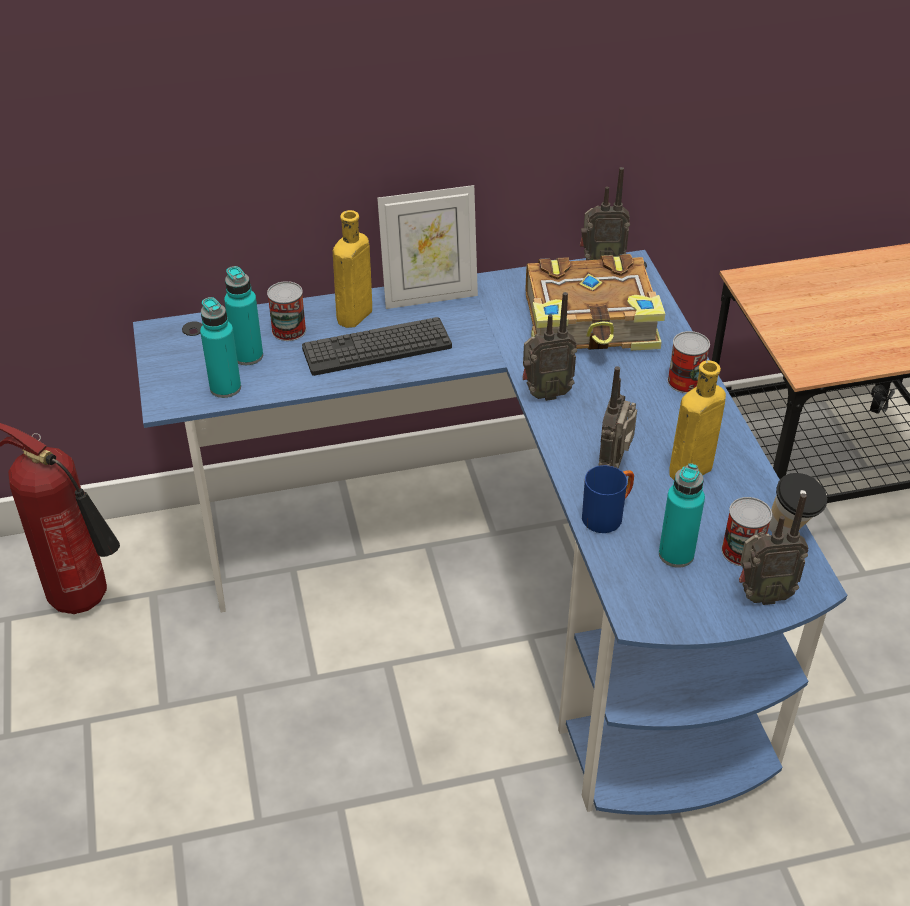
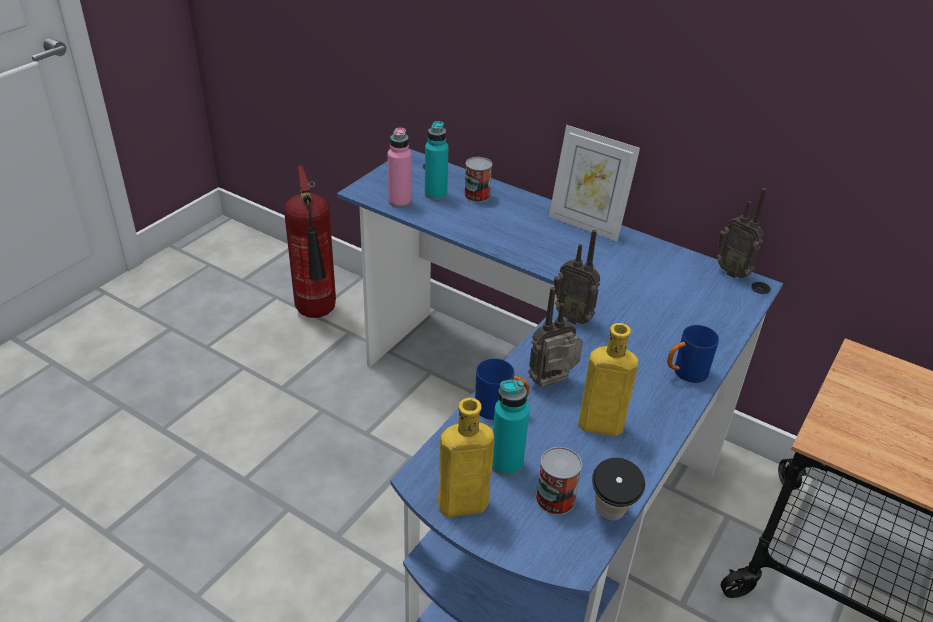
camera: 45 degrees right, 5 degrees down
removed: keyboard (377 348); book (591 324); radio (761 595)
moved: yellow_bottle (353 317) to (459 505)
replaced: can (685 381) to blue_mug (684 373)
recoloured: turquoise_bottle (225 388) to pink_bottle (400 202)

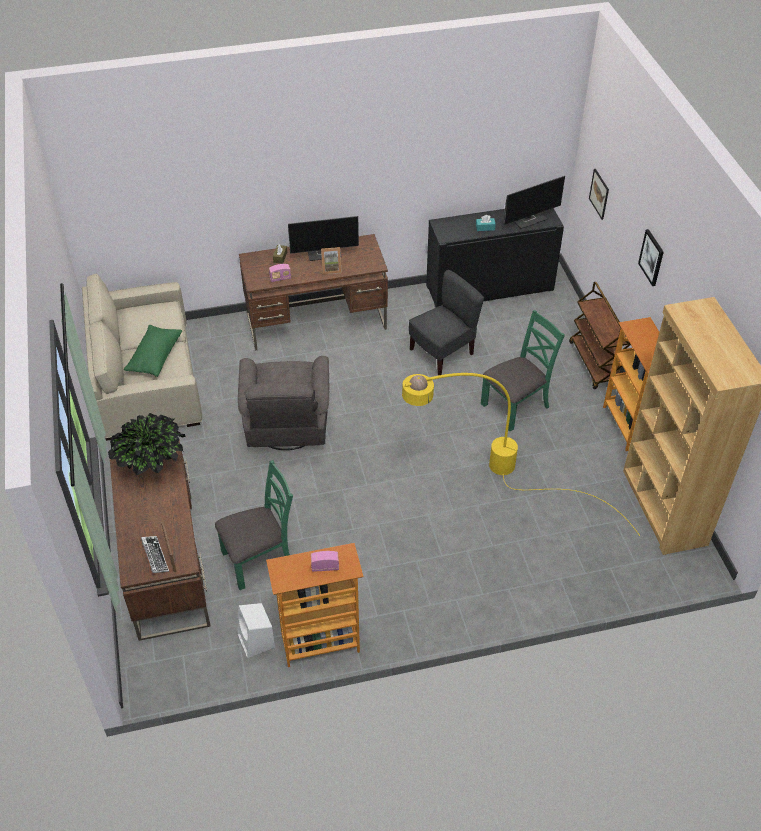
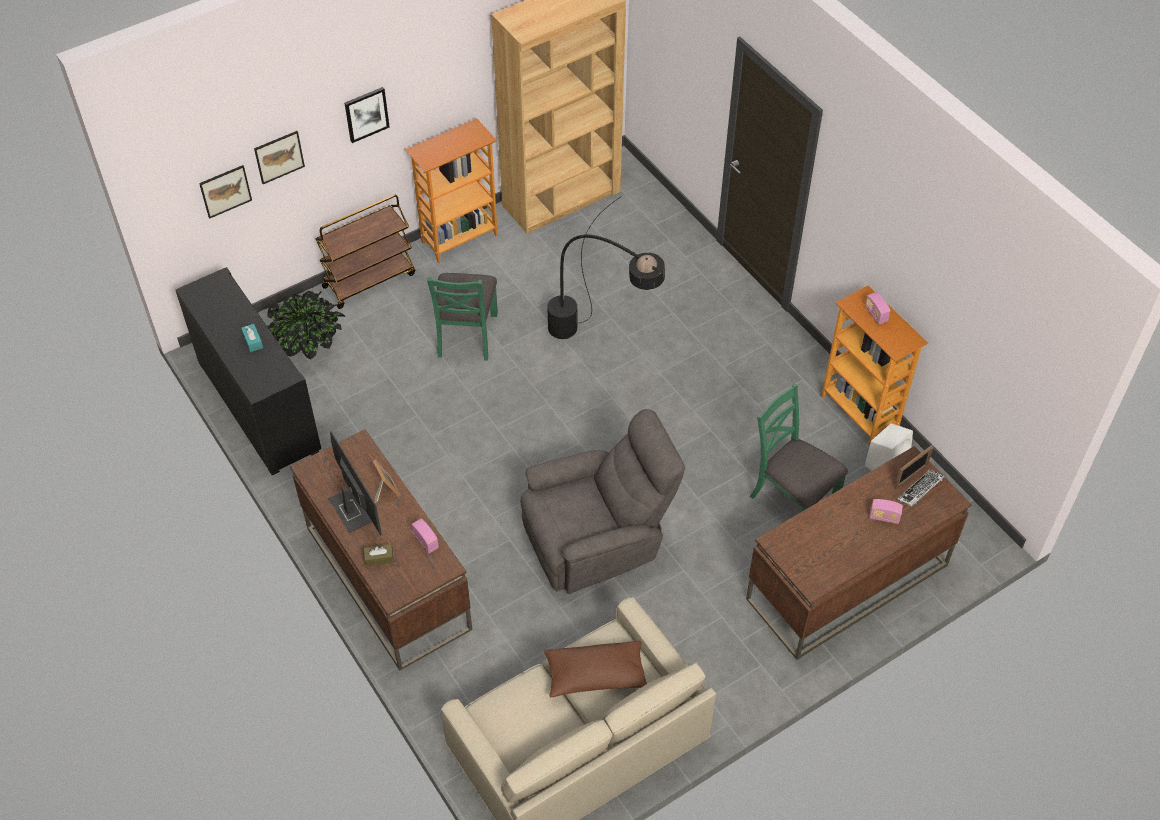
camera: 110 degrees left, 5 degrees up
removed: grey_chair (442 353); monitor (529 219)
added: picture (279 157); radio (884 517)
moved: potted_plant (152 468) to (310 348)
recoloured: green_pillow (155 357) to brown_pillow (595 675); yellow_floor_lamp (481 486) to black_floor_lamp (599 338)
turned: green_chair (516 405) = (466 335) 120 degrees counterclockwise

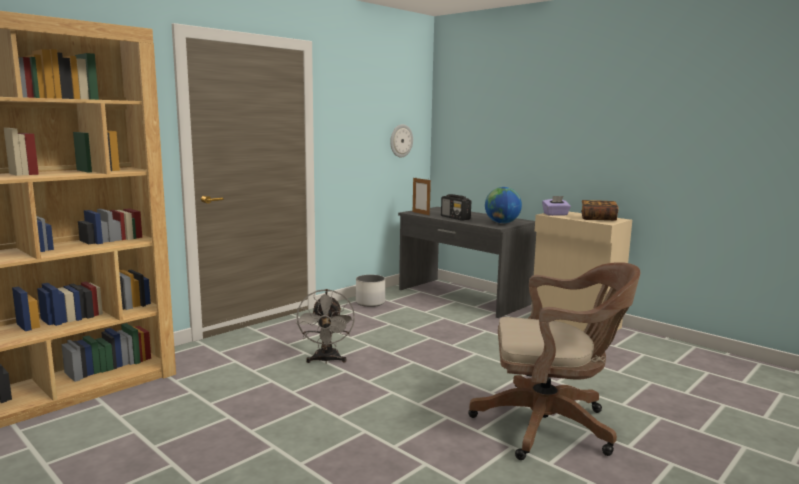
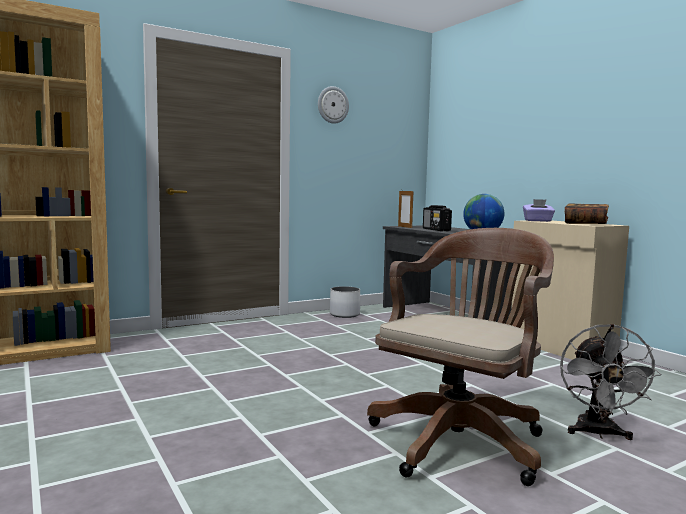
camera: 15 degrees right, 5 degrees down
moved: grey_fan (326 360) to (598 434); wall_clock (401 140) to (332 105)
turned: brown_office_chair (551 426) = (461 439) 75 degrees counterclockwise

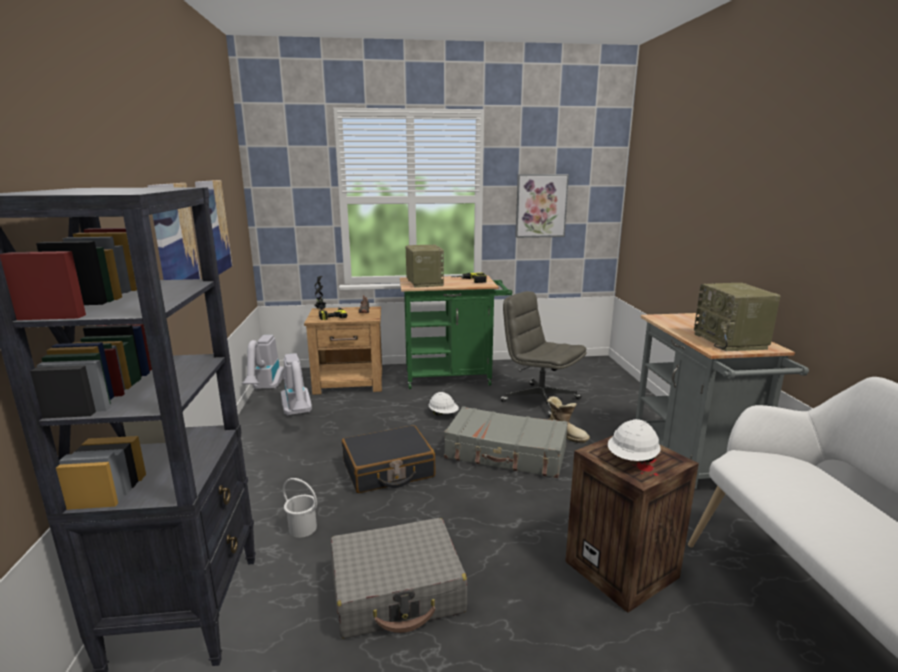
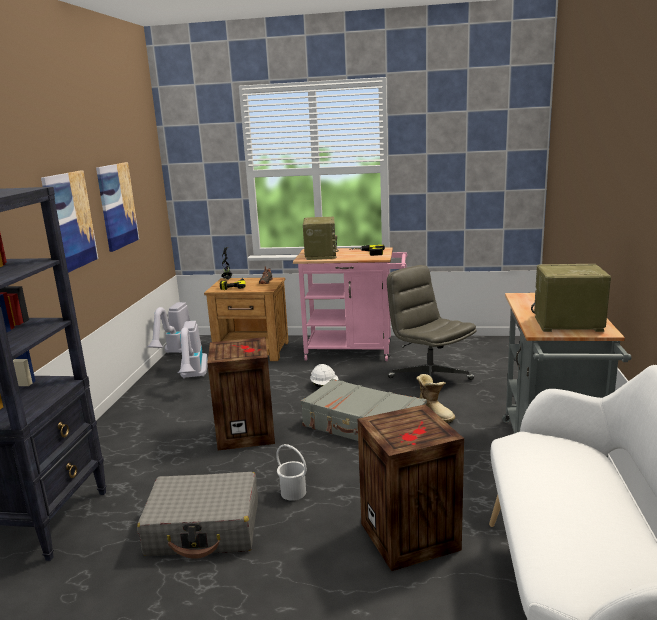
camera: 15 degrees right, 0 degrees up
removed: picture (541 206); white_hard_hat (632 460)
moved: white_bucket (302 529) to (293 493)
replaced: black_suitcase (388 470) to crate (247 432)
recoloured: green_cart (453 377) to pink_cart (355 351)
turned: radio (731 342) = (566 324) 90 degrees clockwise

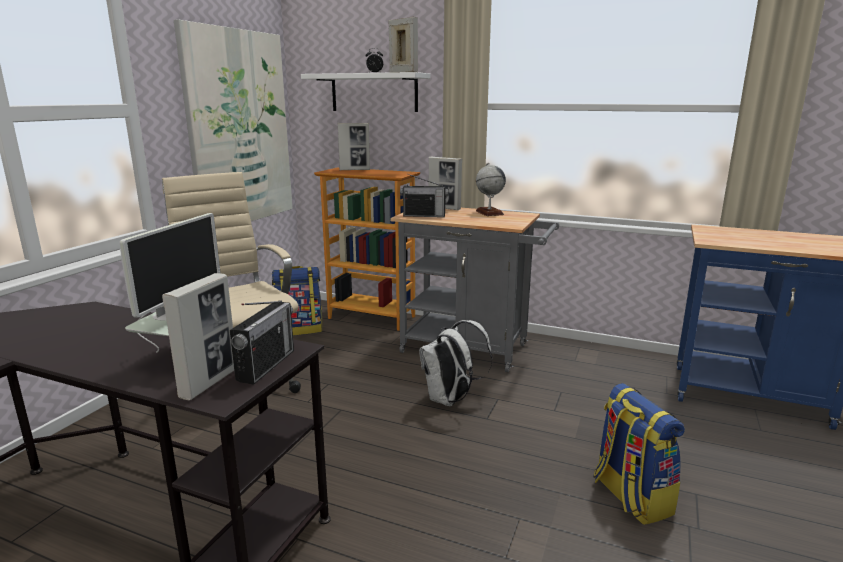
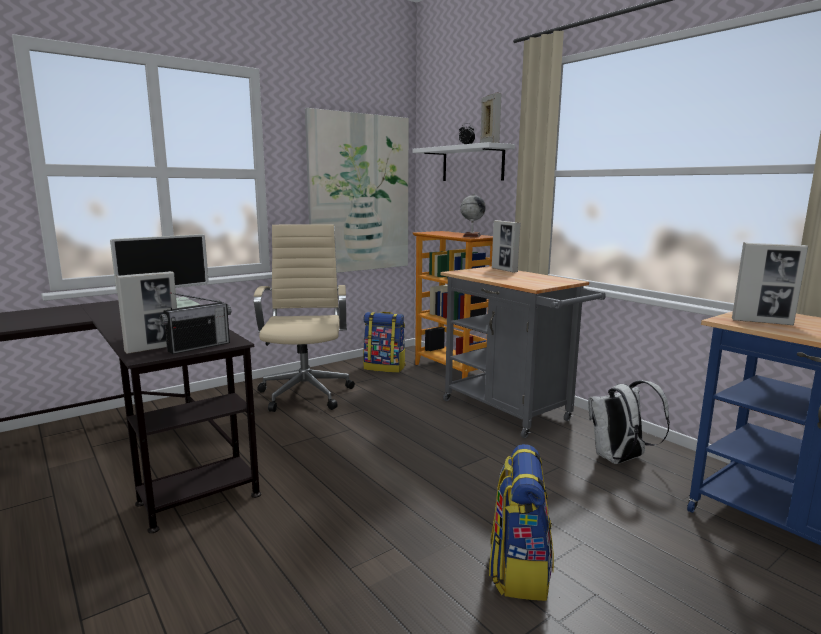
camera: 30 degrees right, 5 degrees down
removed: radio (424 215)
moved: picture_frame (354 170) to (762 322); white_backpack (451 400) to (620 459); globe (489 213) to (472 236)

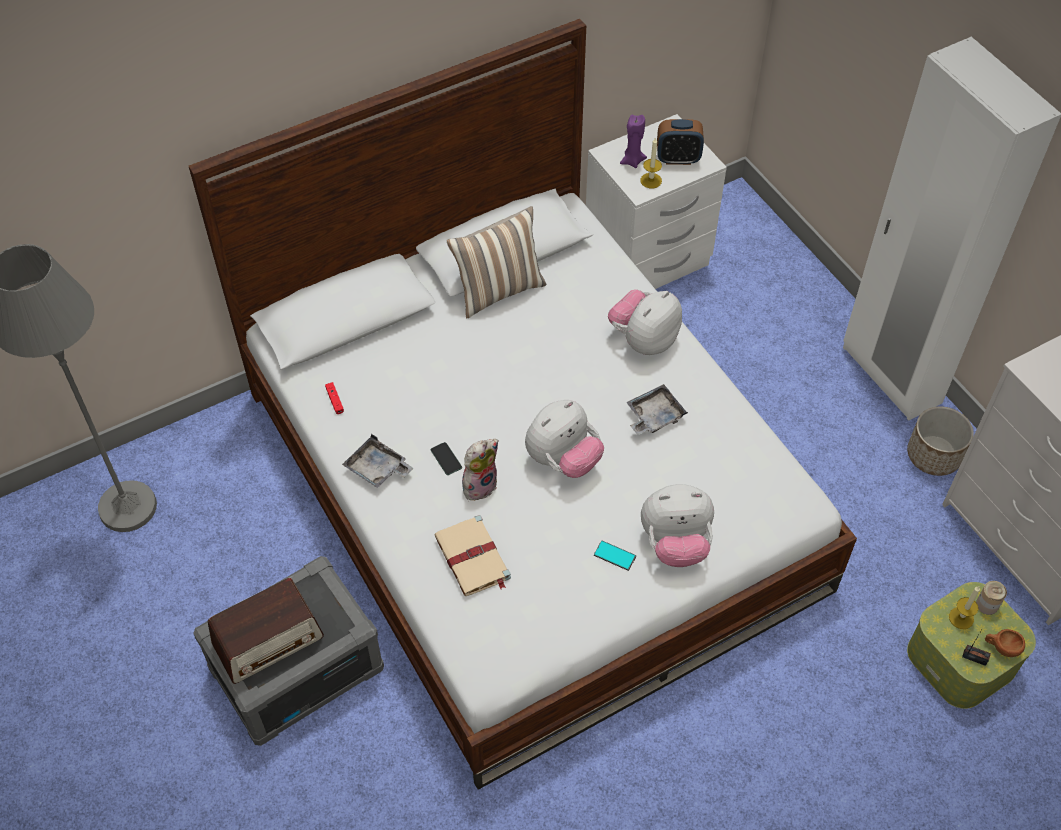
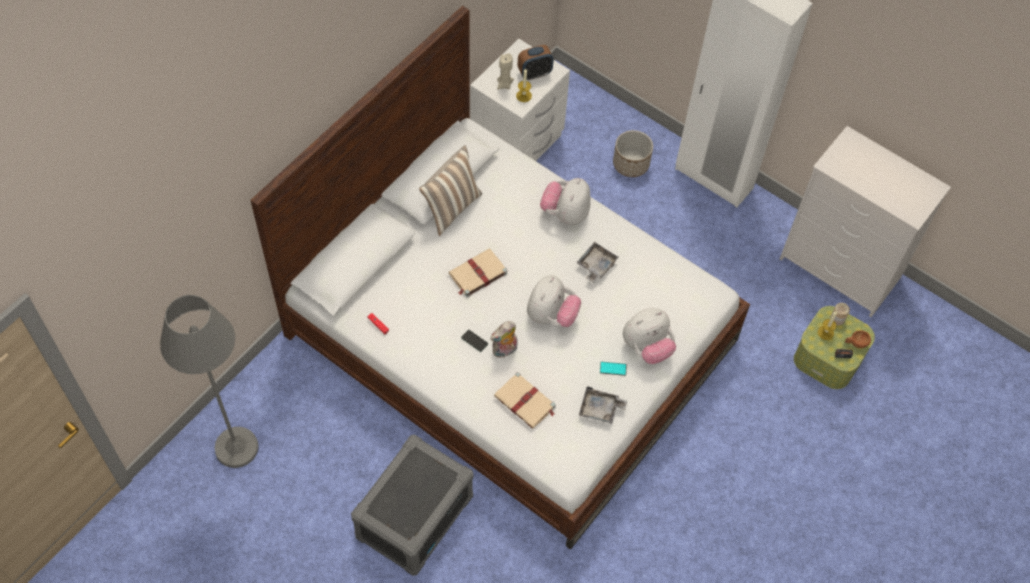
camera: 25 degrees left, 5 degrees up
removed: radio (269 640)
added: beige_book (477 274)
moved: grey_tray (377 469) to (600 409); planter (933 455) to (630 164)
recoloured: purple_candle (632 161) to beige_candle (504 84)
turned: plush_toy (479 484) = (504 351) 150 degrees counterclockwise

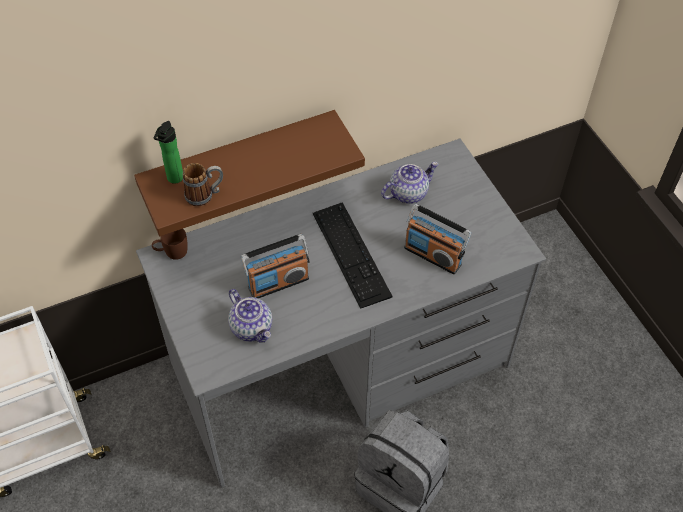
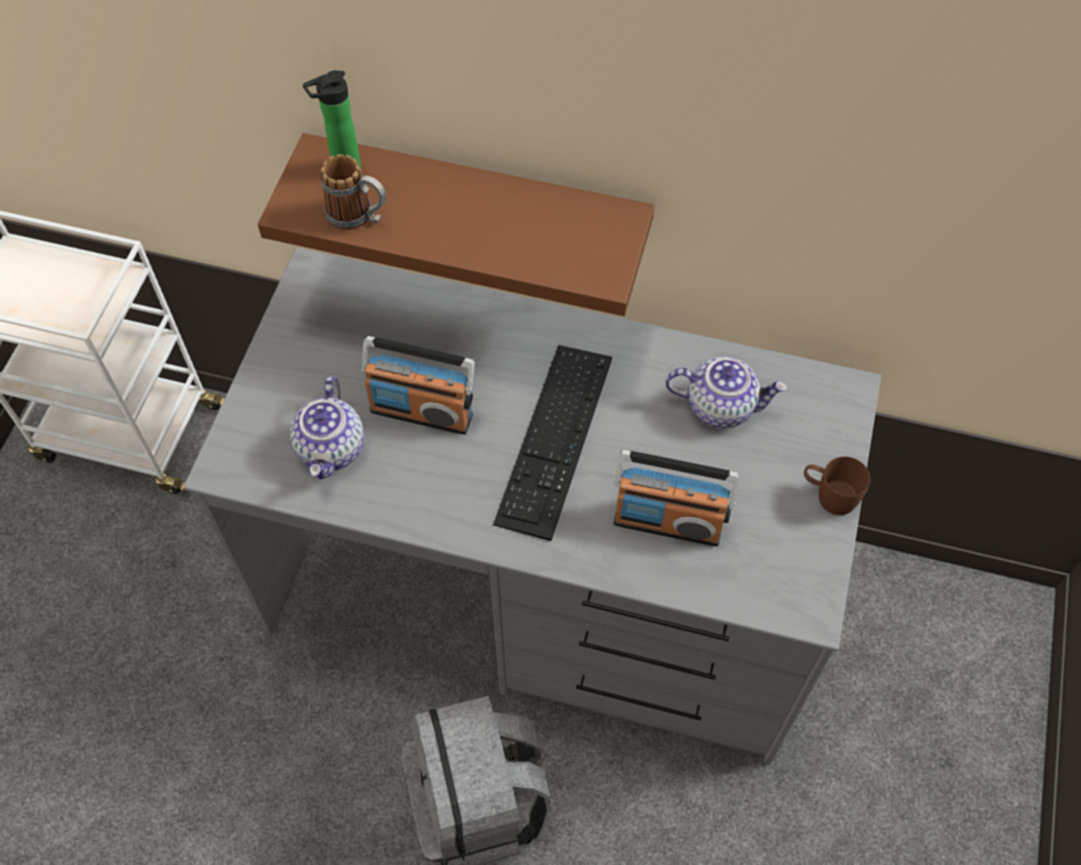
camera: 40 degrees right, 5 degrees up
moved: brown_mug (171 252) to (829 495)
turned: radio (433 255) = (668 522) 60 degrees counterclockwise

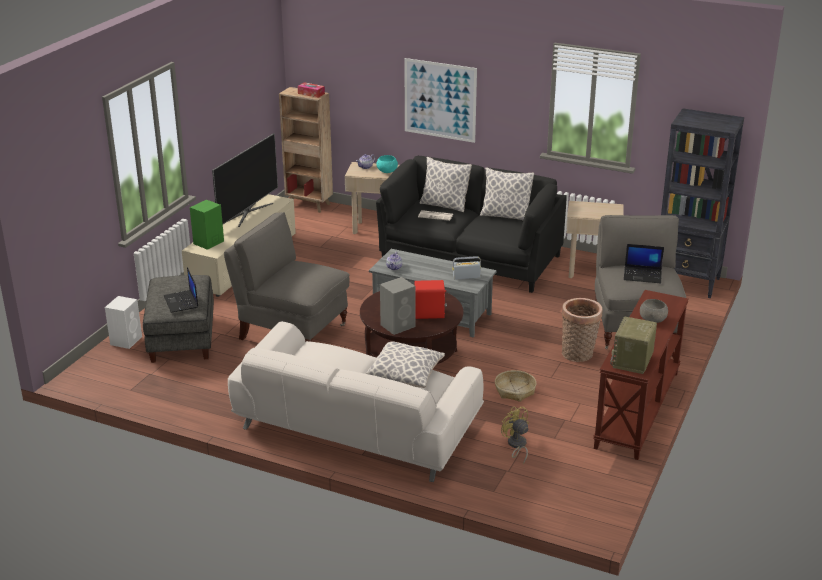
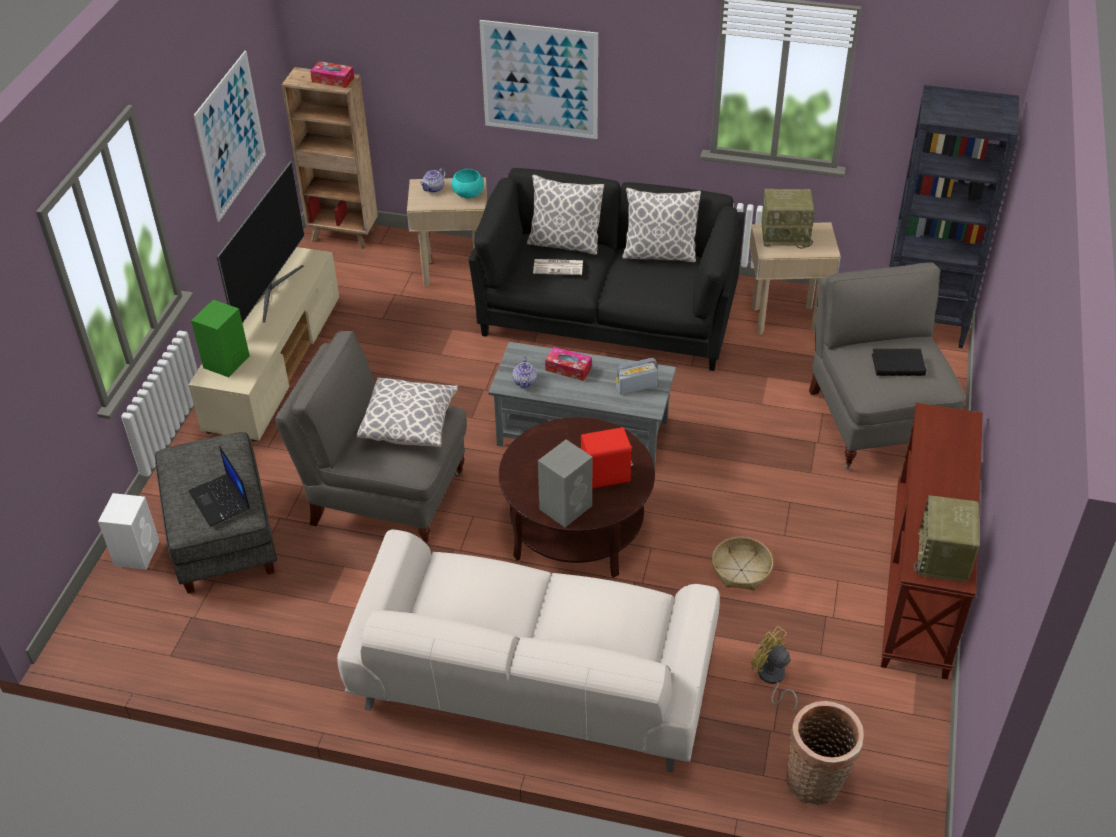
camera: 10 degrees left, 15 degrees up
removed: grey_bowl (653 319)
added: picture (231 136); tissue_box (568 369); radio (786 235)
moved: pillow (406 375) to (409 424); basket (578 355) to (816 784)
replaced: laptop (643 275) to black_book (898 364)

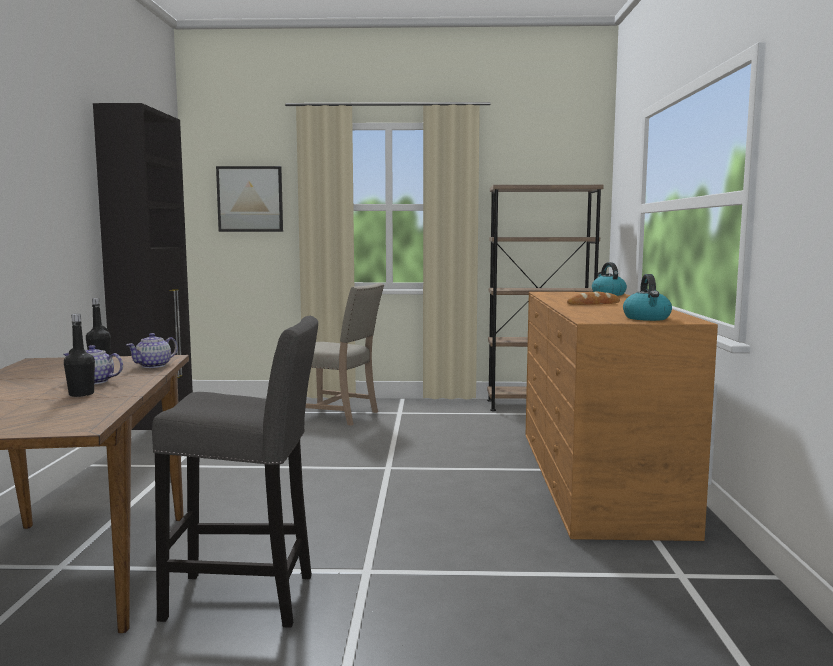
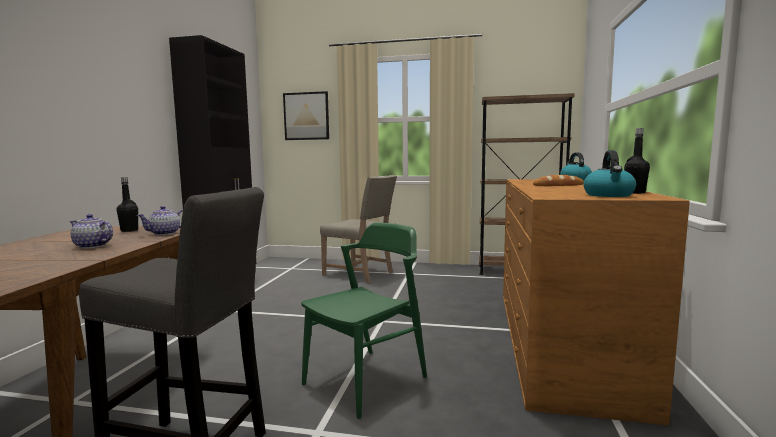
camera: 10 degrees right, 0 degrees up
added: green_chair (366 380)
moved: black_bottle (81 394) to (635 193)

